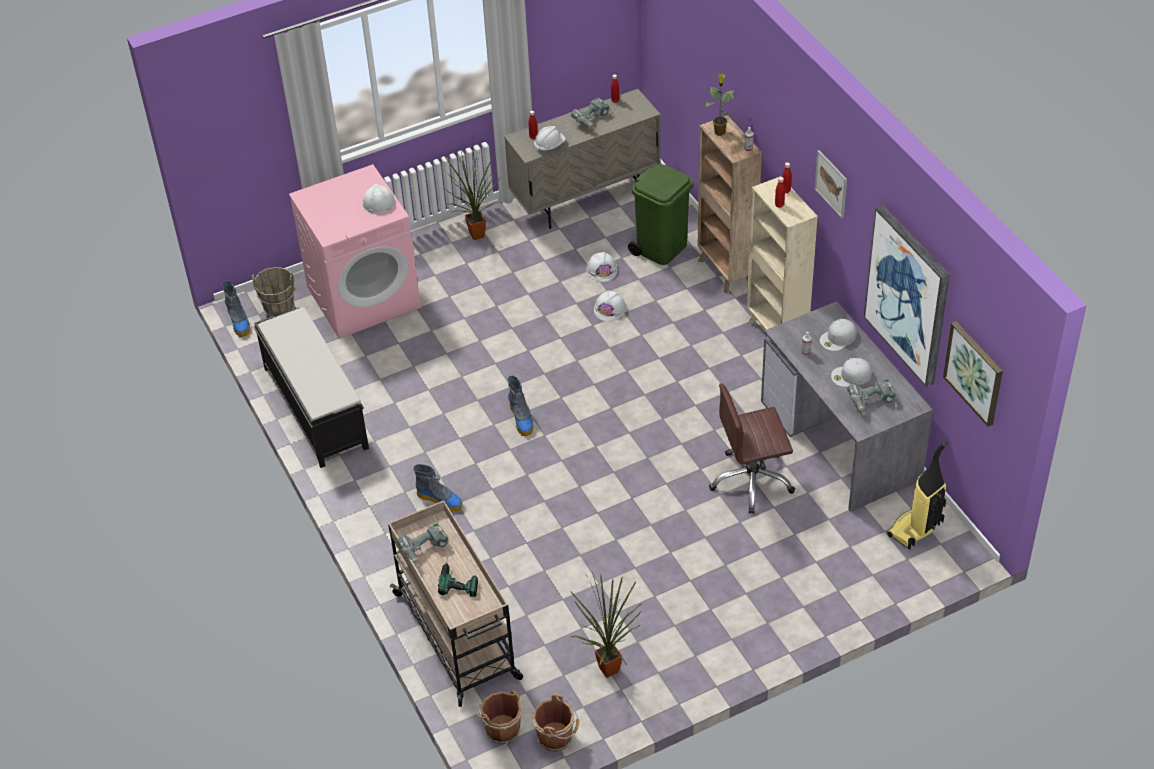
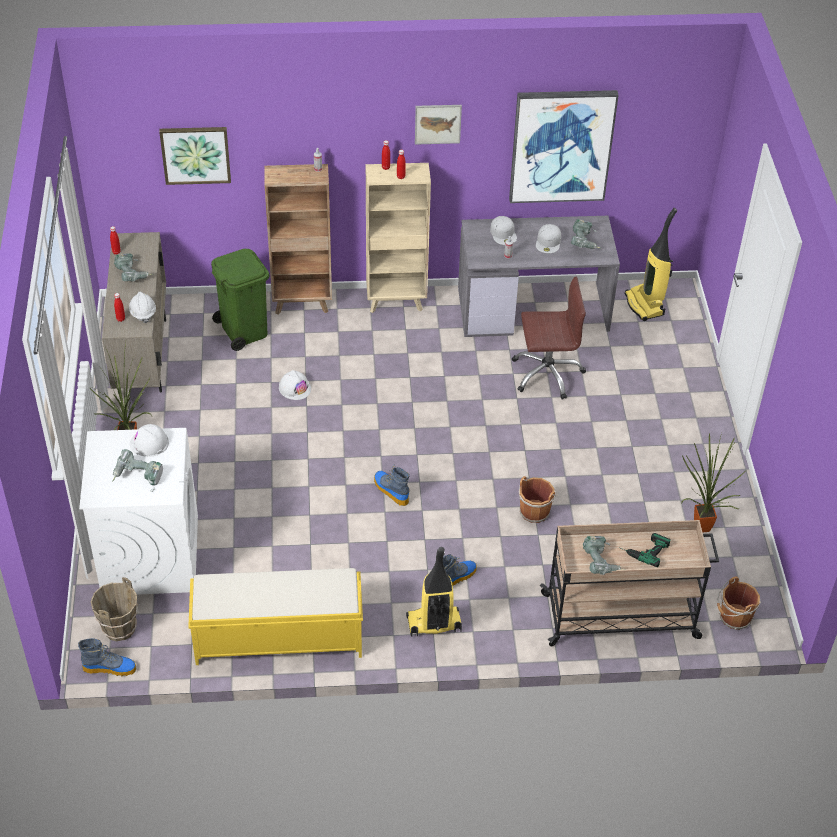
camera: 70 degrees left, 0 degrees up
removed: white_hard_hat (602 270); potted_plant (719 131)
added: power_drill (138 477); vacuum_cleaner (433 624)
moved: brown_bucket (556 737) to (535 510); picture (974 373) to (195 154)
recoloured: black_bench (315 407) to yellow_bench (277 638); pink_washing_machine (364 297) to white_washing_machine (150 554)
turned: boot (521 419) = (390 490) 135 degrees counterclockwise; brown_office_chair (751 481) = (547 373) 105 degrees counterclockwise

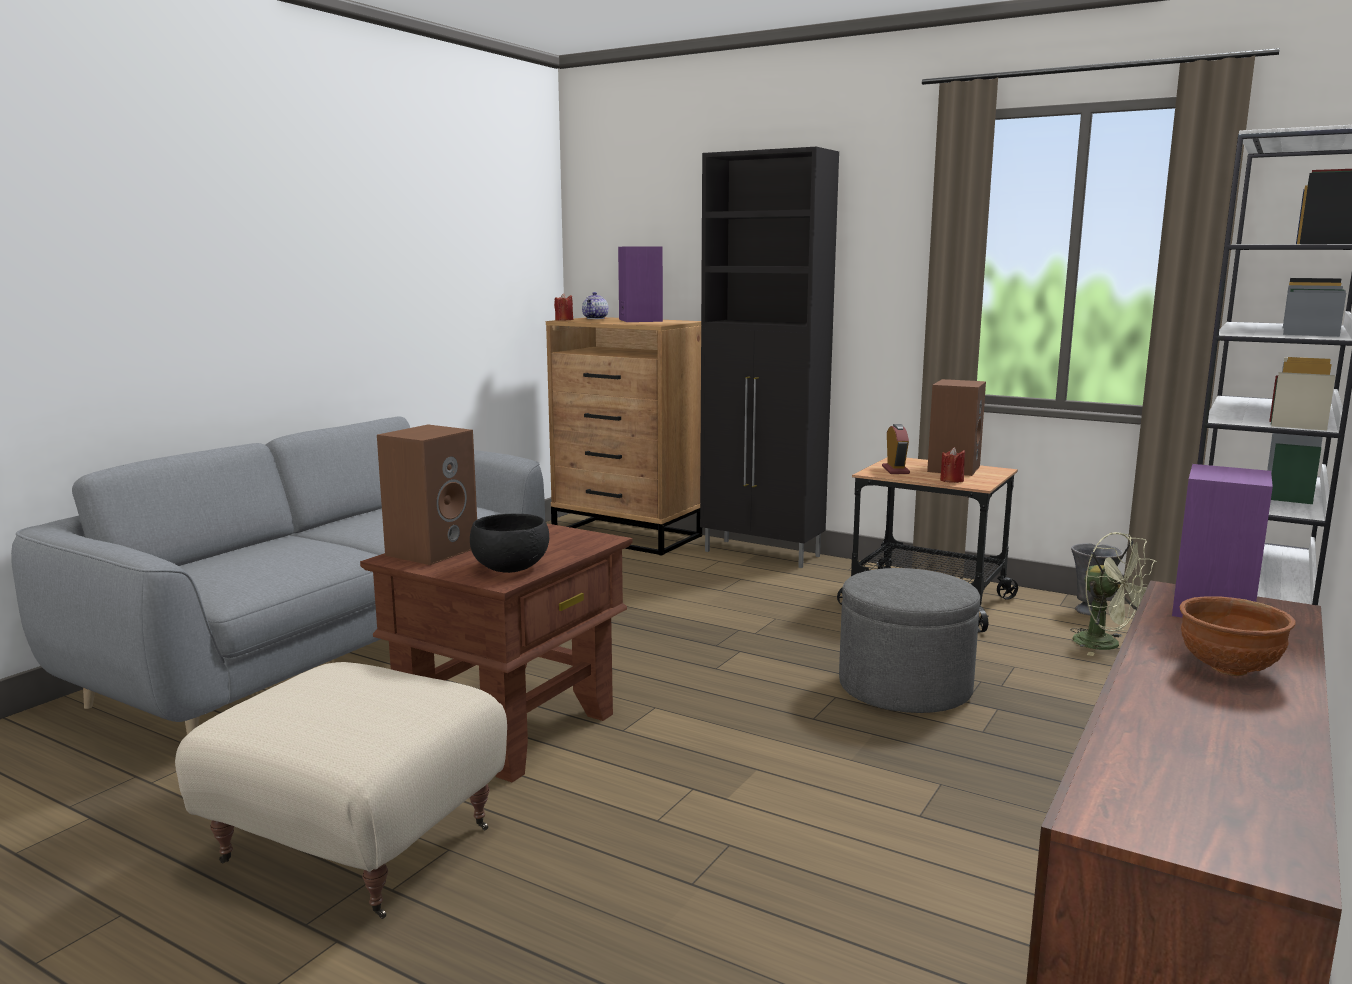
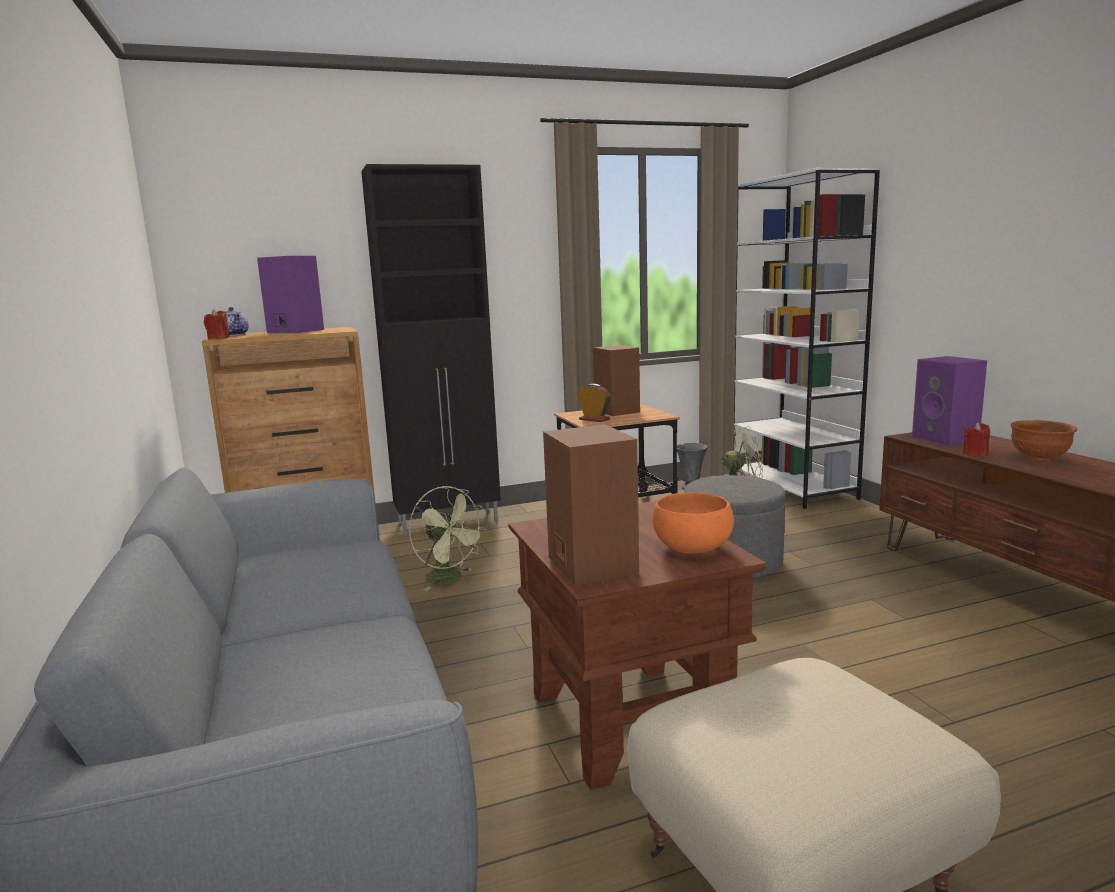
camera: 50 degrees left, 0 degrees up
added: green_fan (450 579)
moved: red_candle (951 480) to (975 454)
recoloured: black_bowl (510 568) to orange_bowl (693 548)

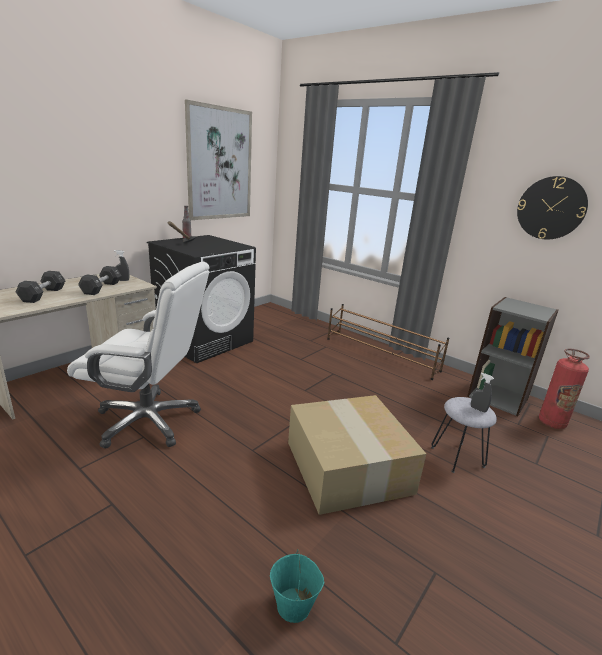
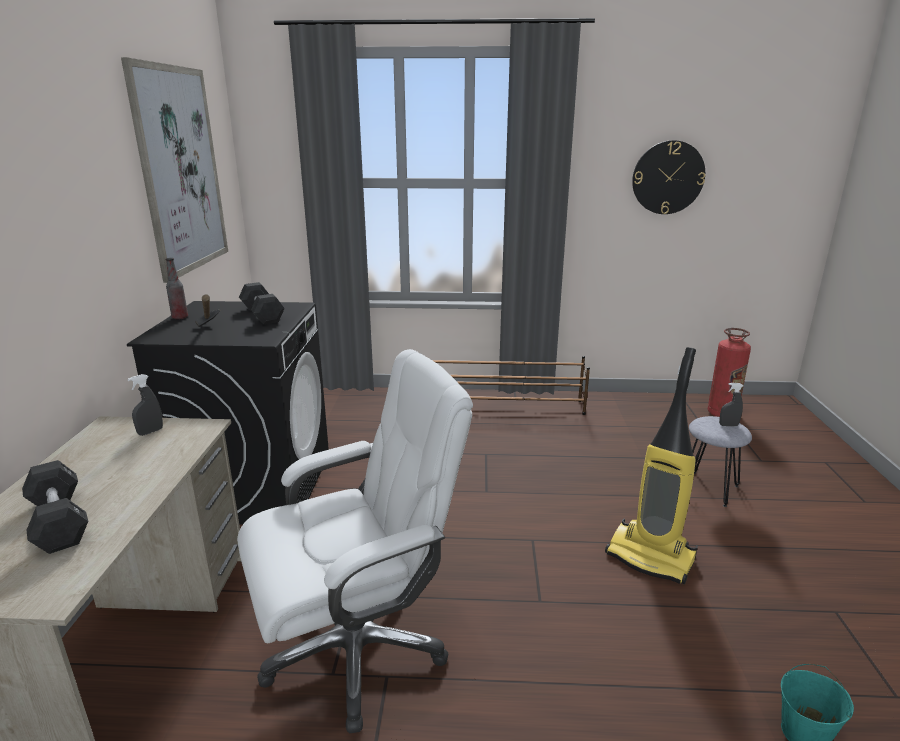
camera: 35 degrees left, 0 degrees up
removed: grey_bookcase (498 396)
moved: black_dumbbell (101 288) to (262 314)
replaced: cardboard_box (350 467) to vacuum_cleaner (651 557)

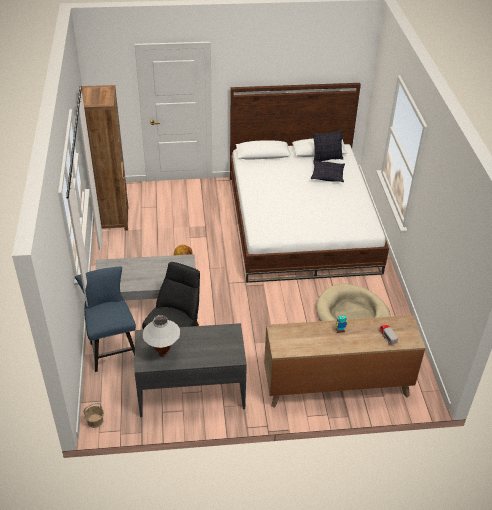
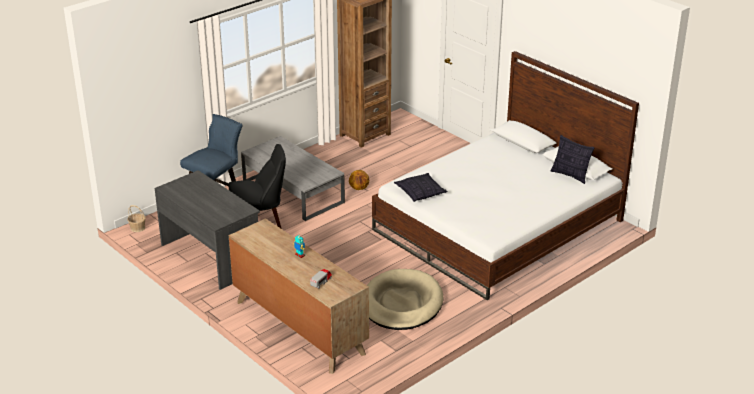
camera: 55 degrees right, 10 degrees down
removed: white_table_lamp (163 353)
moved: pillow (327 176) to (420 193)

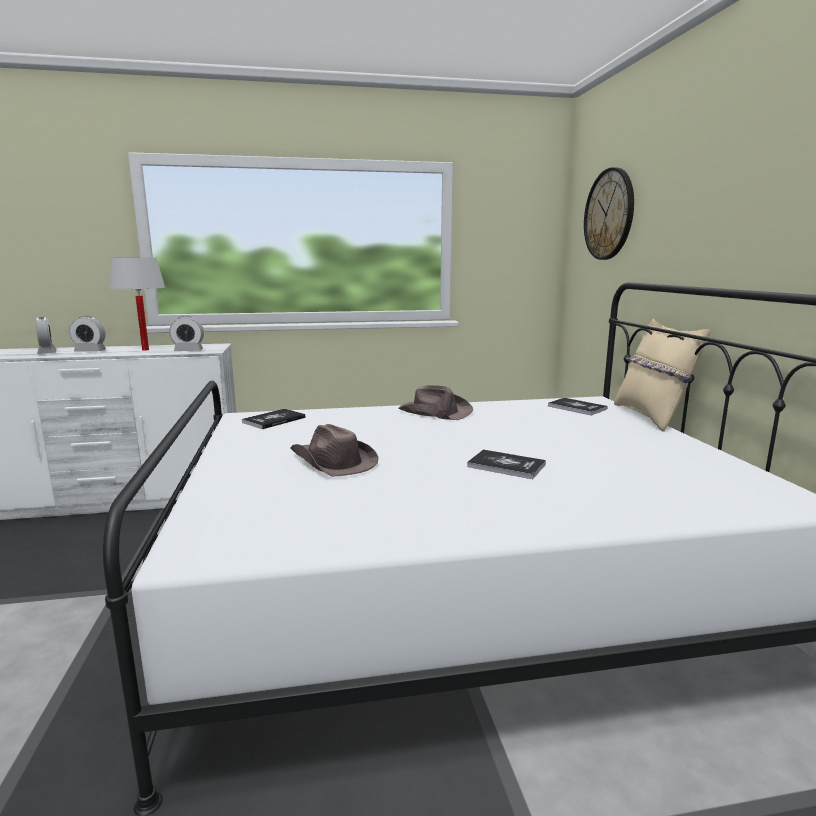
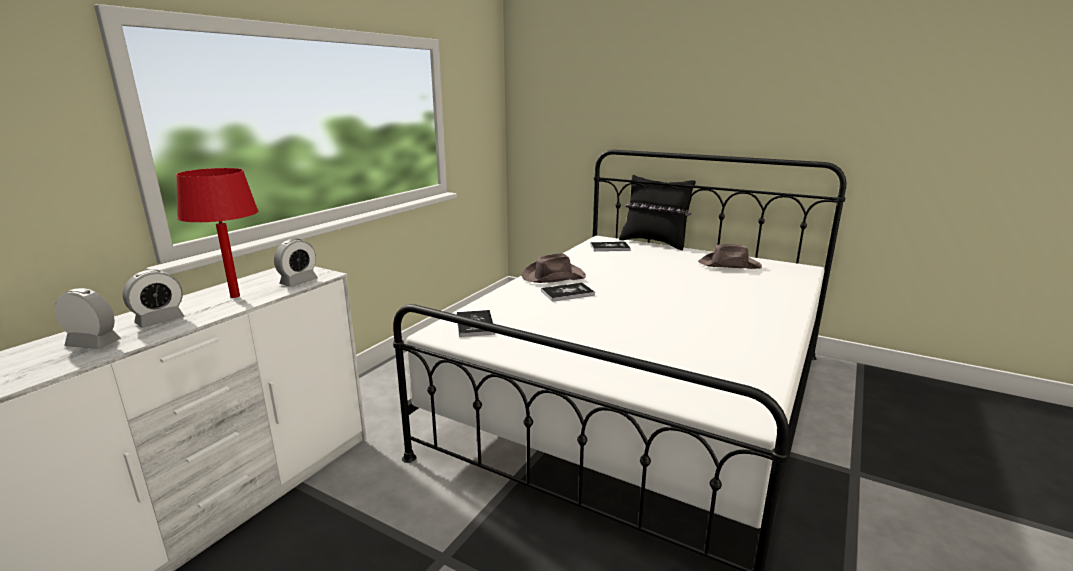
camera: 50 degrees left, 5 degrees up
removed: wall_clock (609 214)
moved: brown_hat (333 462) to (730 265); book (506 465) to (567 293)
recoloured: white_table_lamp (145 350) to red_table_lamp (235 296); beige_pillow (651 417) to black_pillow (654 242)

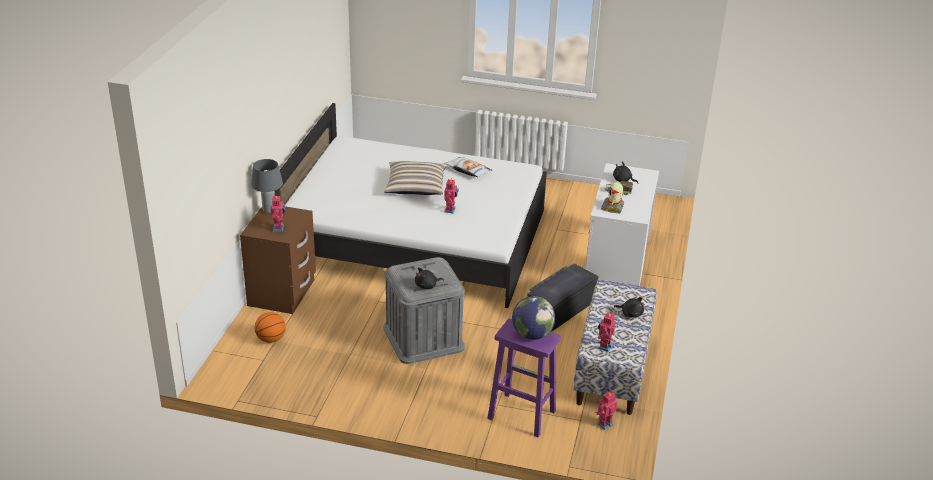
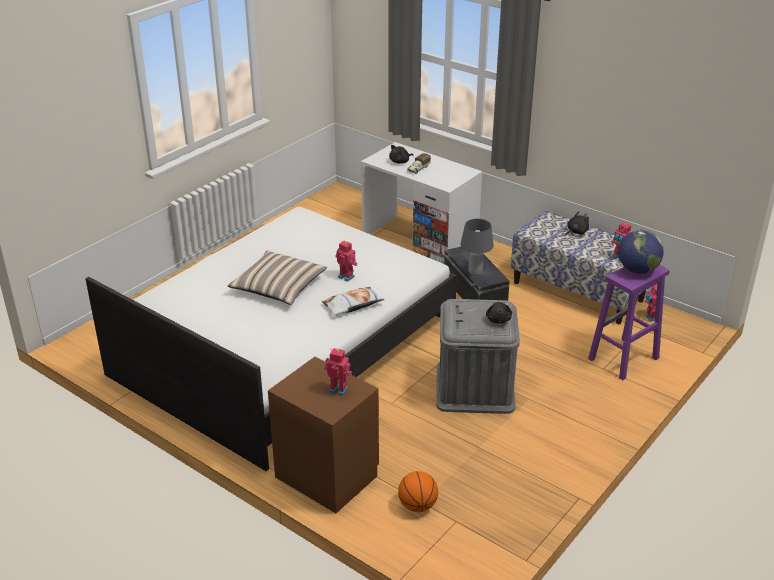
camera: 65 degrees left, 0 degrees up
removed: toy_robot (613 207)
moved: grey_table_lamp (268 210) to (475 273); pillow (467 170) to (352 305)

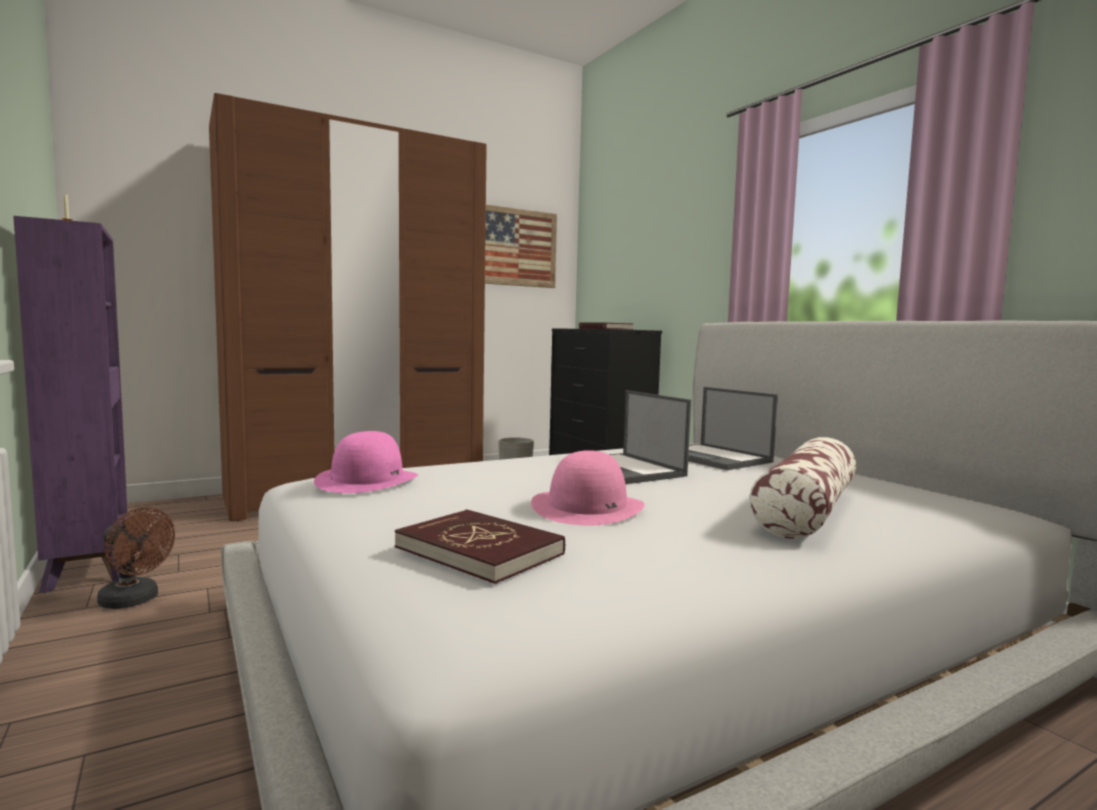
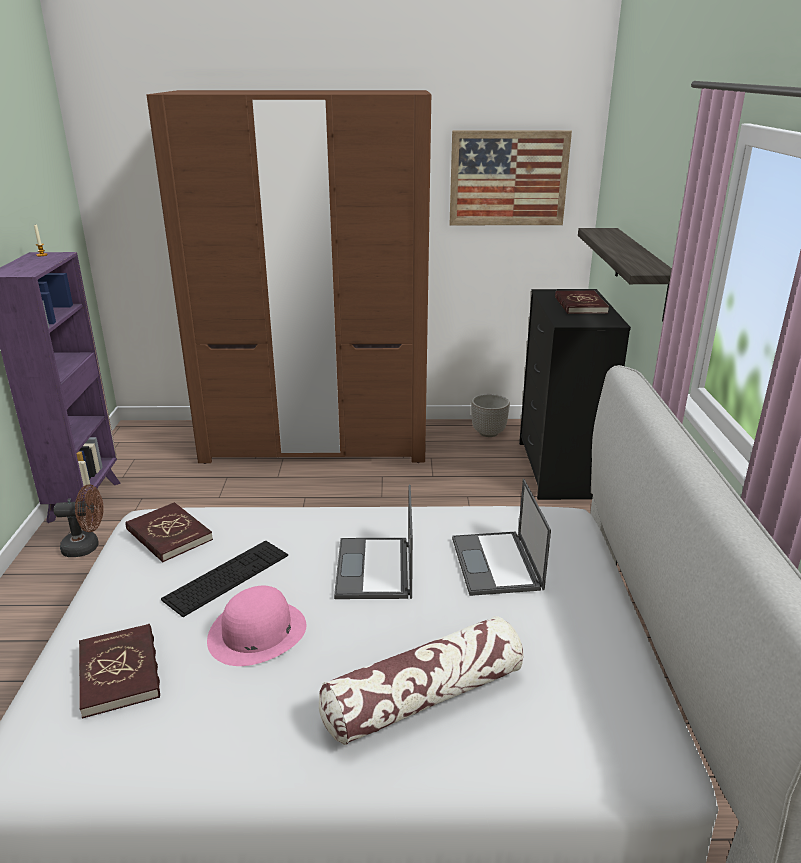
camera: 30 degrees right, 20 degrees up
added: keyboard (227 577); shelf (641 272)
replaced: pink_hat (367 480) to red_book (169 535)
turned: brown_fan (135 601) = (87 547) 60 degrees counterclockwise

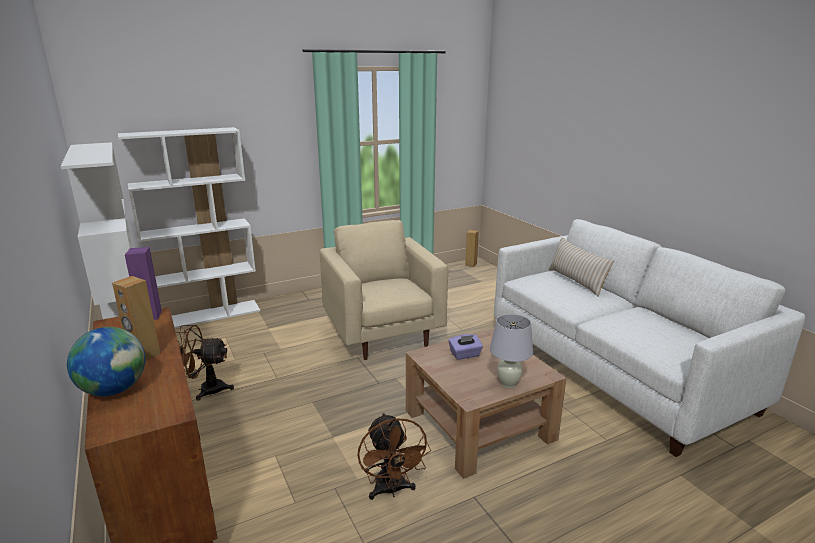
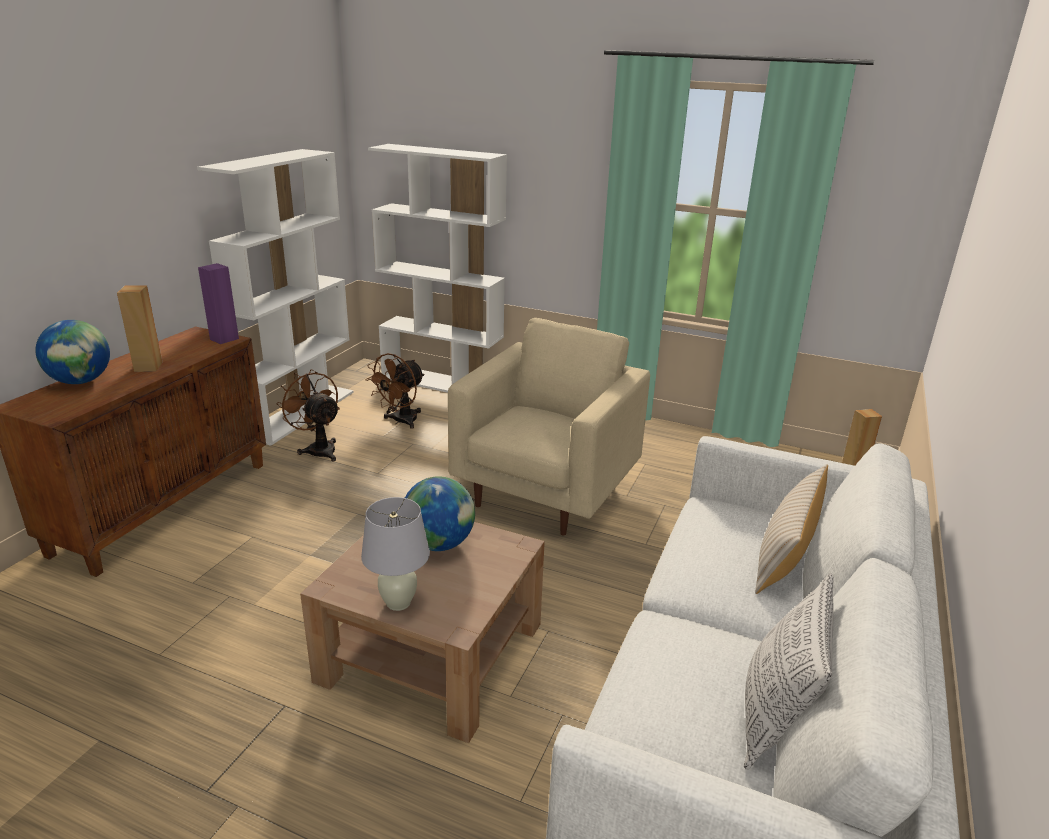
camera: 50 degrees right, 5 degrees up
added: pillow (774 719)
moved: brown_fan (391 490) to (400 421)
replaced: purple_tissue_box (465 355) to globe (439 544)

